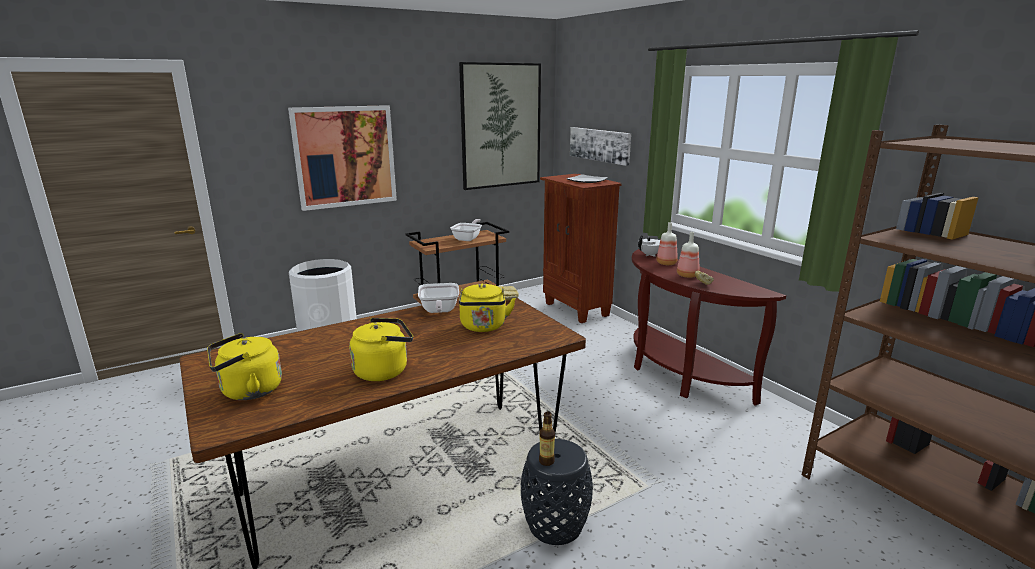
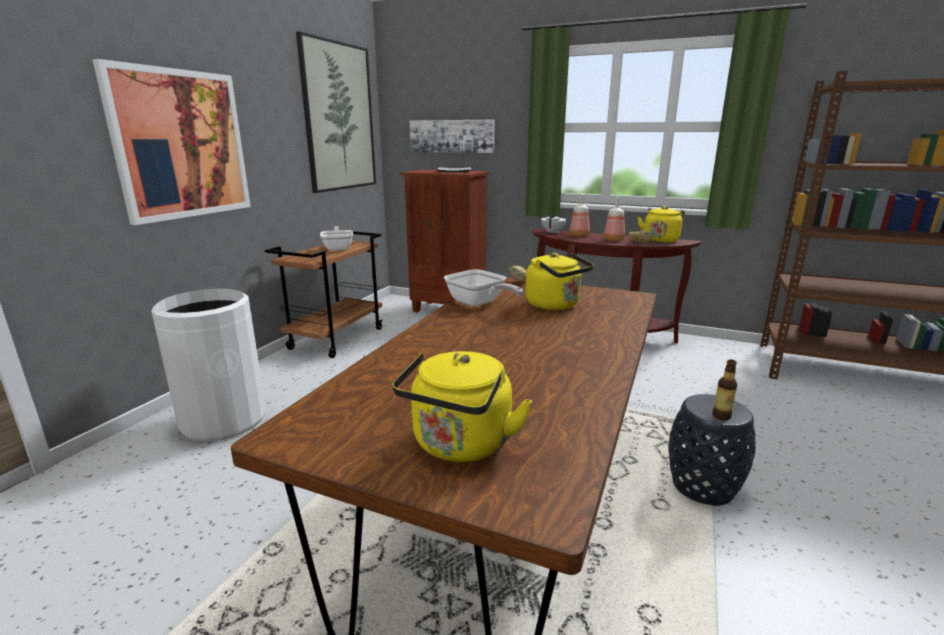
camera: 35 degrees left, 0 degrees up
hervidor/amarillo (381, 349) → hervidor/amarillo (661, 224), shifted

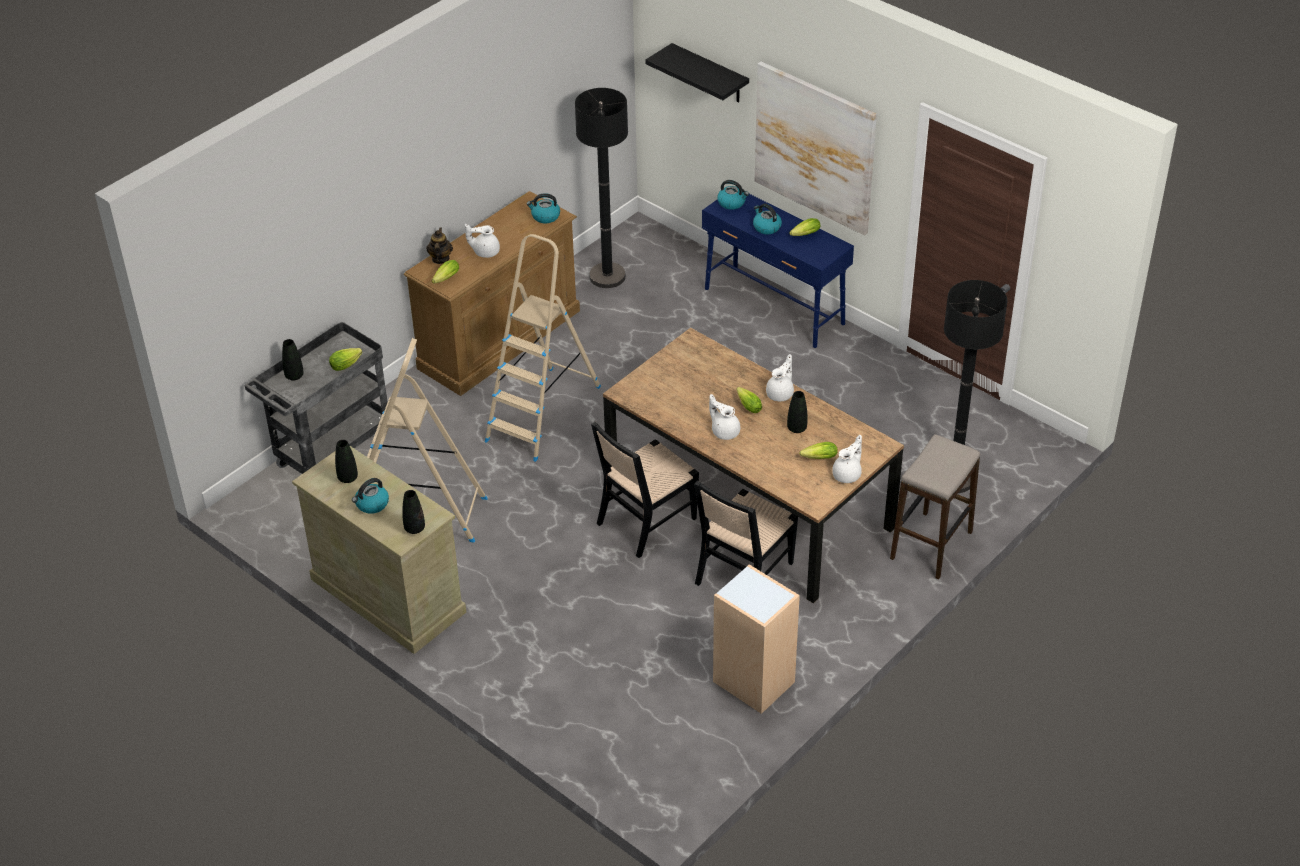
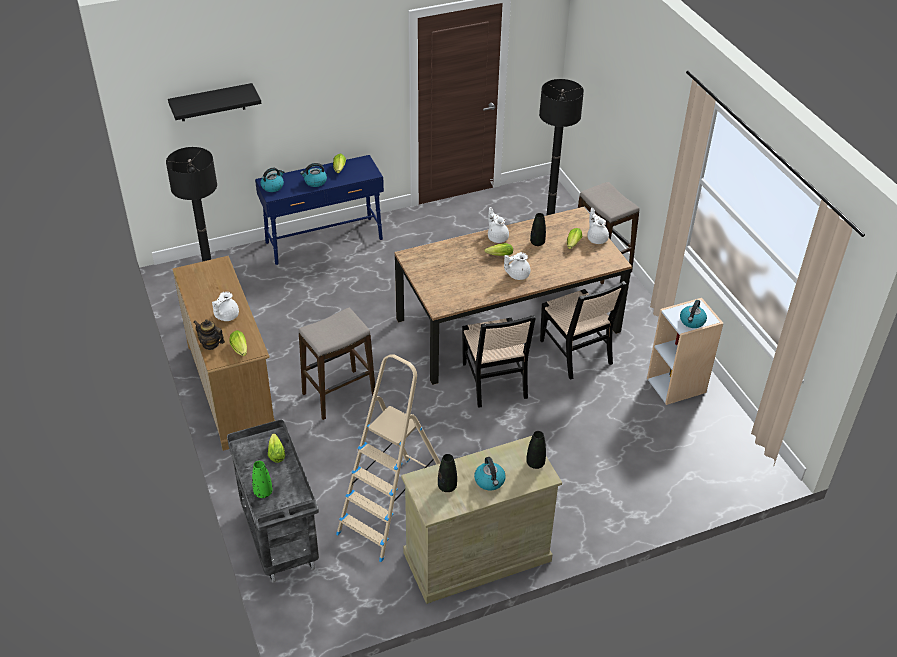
camera: 65 degrees left, 0 degrees up
florero/negro (293, 360) → florero/verde (262, 479)
escalera de tijera/beis (543, 348) → taburete (337, 364)
hervidor (543, 208) → hervidor (693, 314), shifted
cuadro (816, 149) → -

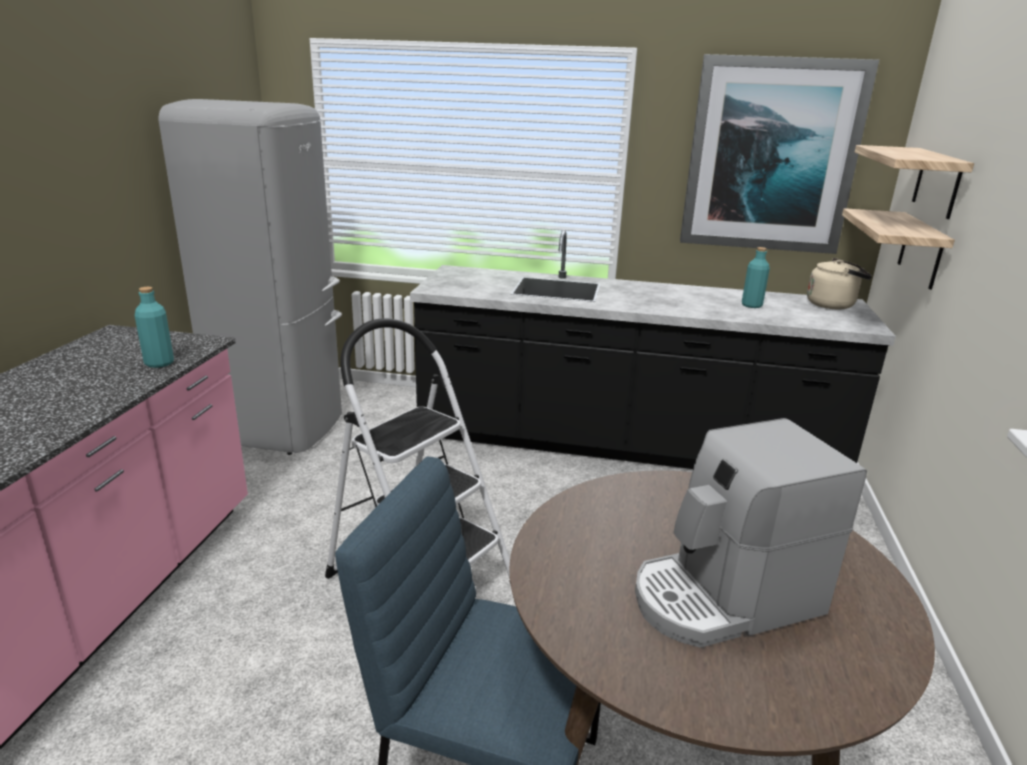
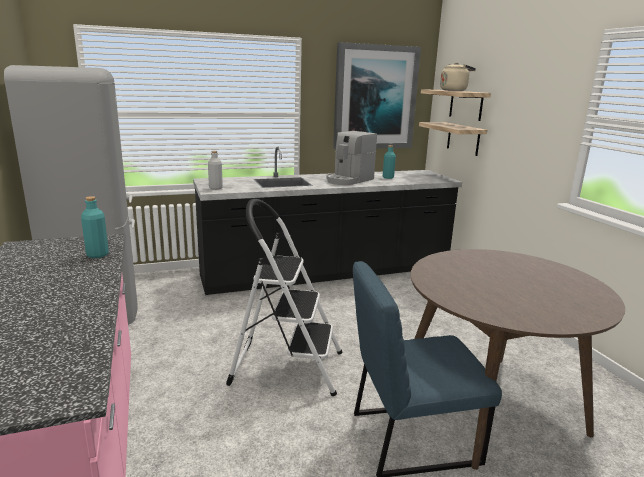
camera: 30 degrees left, 5 degrees down
- → botella/gris (215, 170)
cafetera (751, 533) → cafetera (351, 158), shifted
hervidor/beis (839, 284) → hervidor/beis (458, 76), shifted

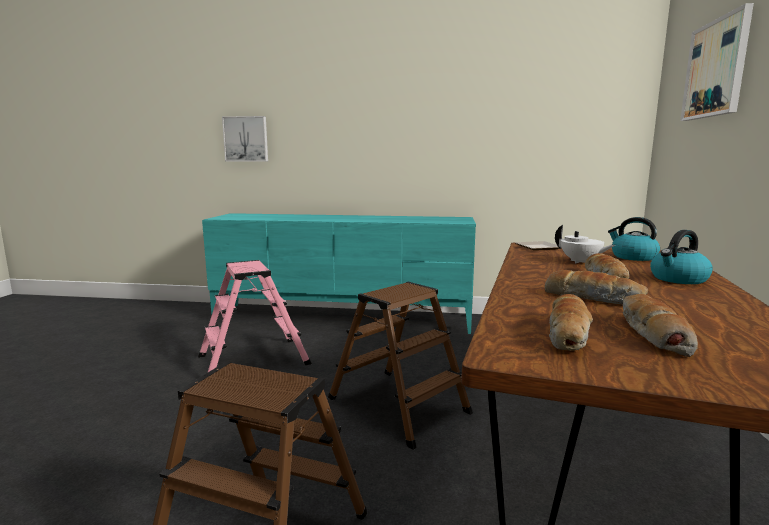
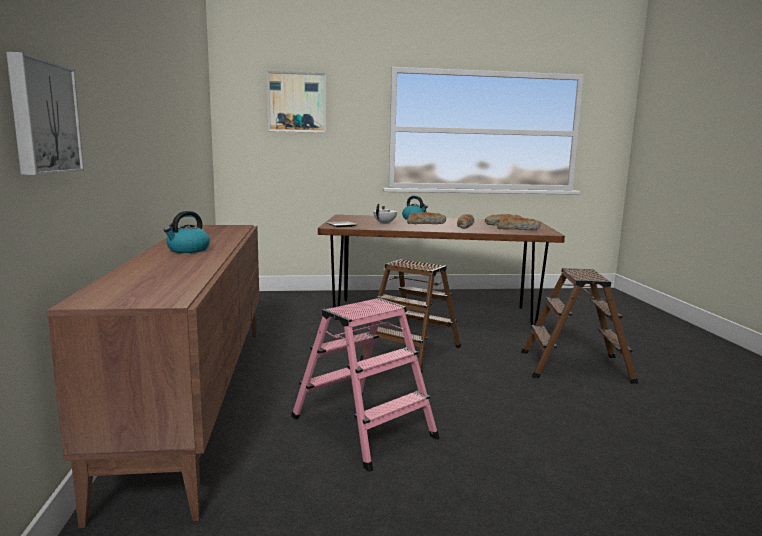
camera: 105 degrees left, 0 degrees up
armario/turquesa (339, 273) → armario/marrón (152, 376)
hervidor (634, 239) → hervidor (187, 232), shifted

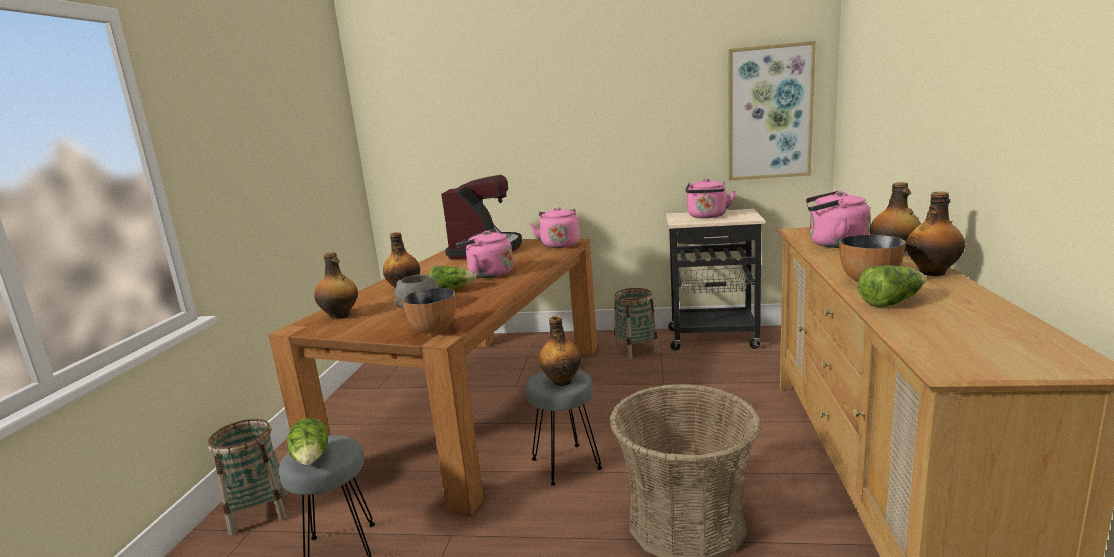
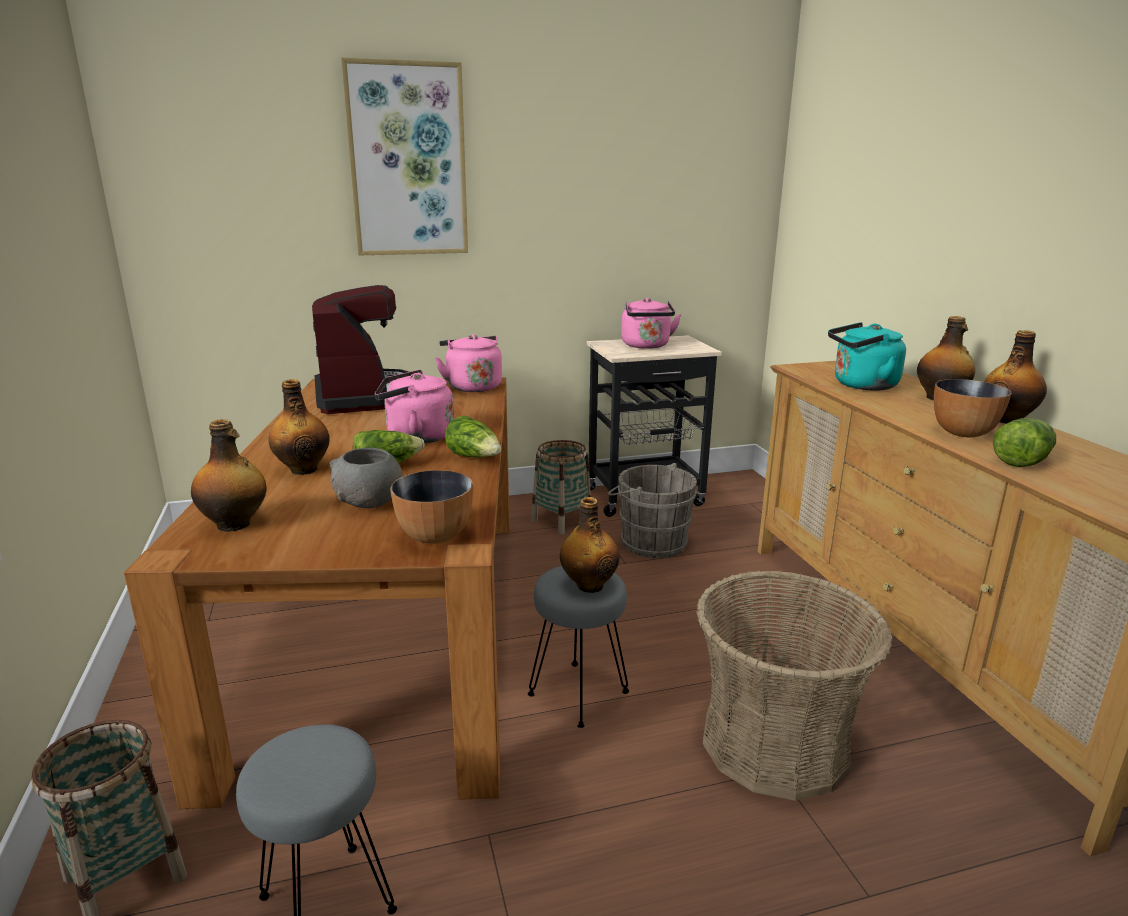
camera: 25 degrees left, 5 degrees up
cuadro (772, 110) → cuadro (404, 156), shifted
lechuga (307, 441) → lechuga (473, 437), shifted
- → cubo/gris (652, 510)
hervidor/rosa (838, 219) → hervidor/turquesa (867, 356)

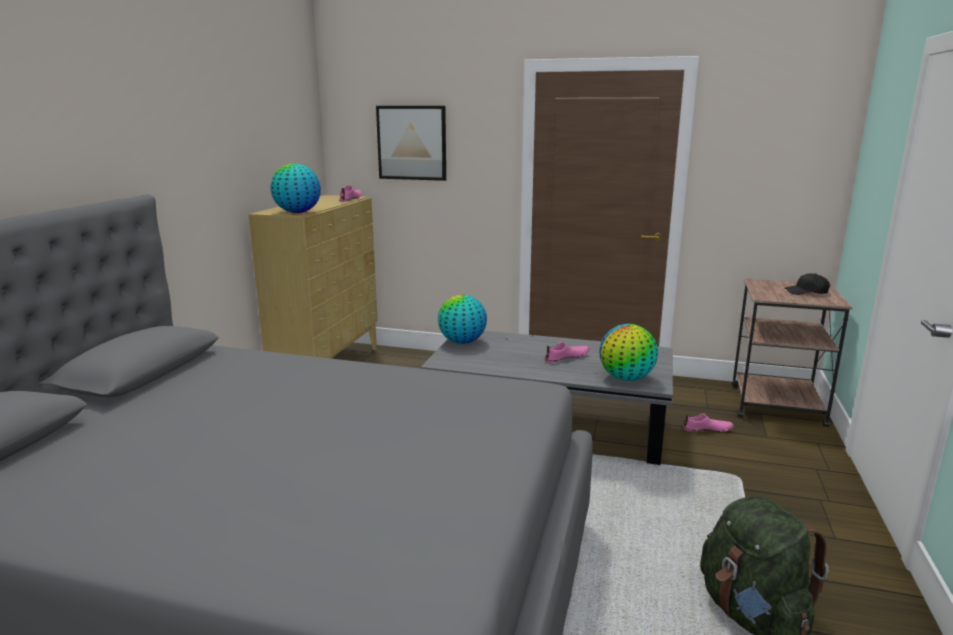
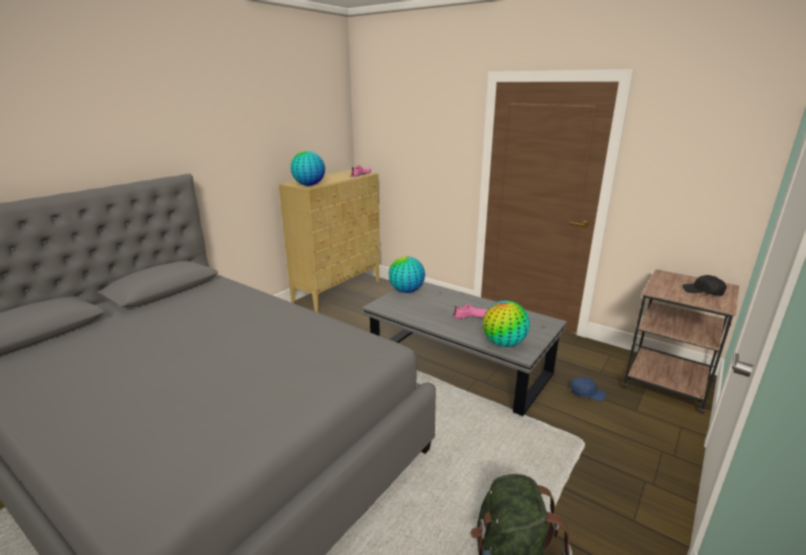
camera: 20 degrees right, 5 degrees up
zapato/rosa (708, 422) → gorra/azul (588, 389)
cuadro (411, 143) → -

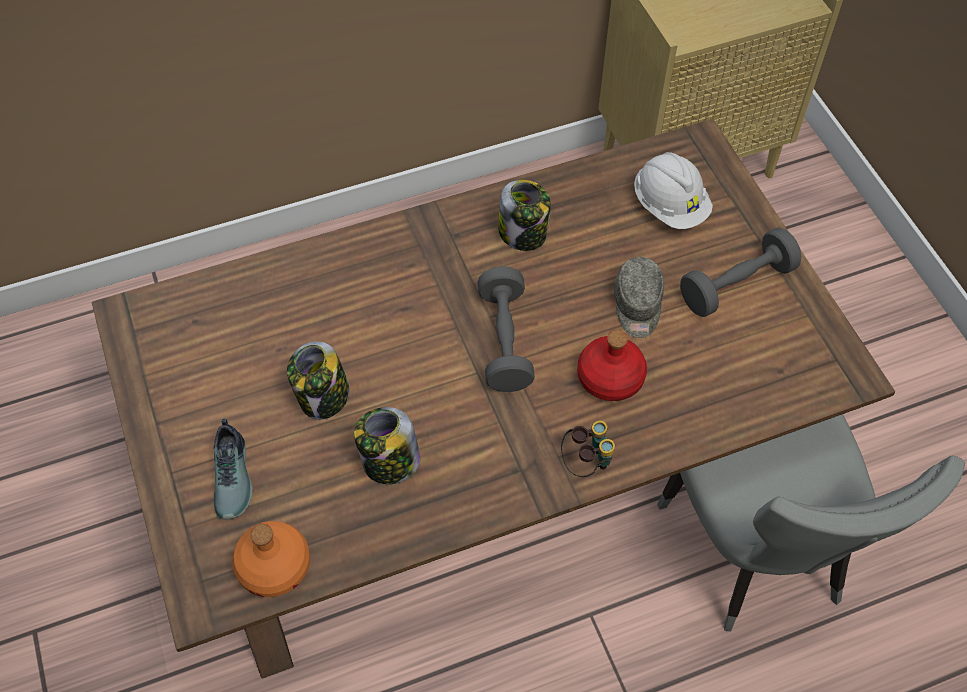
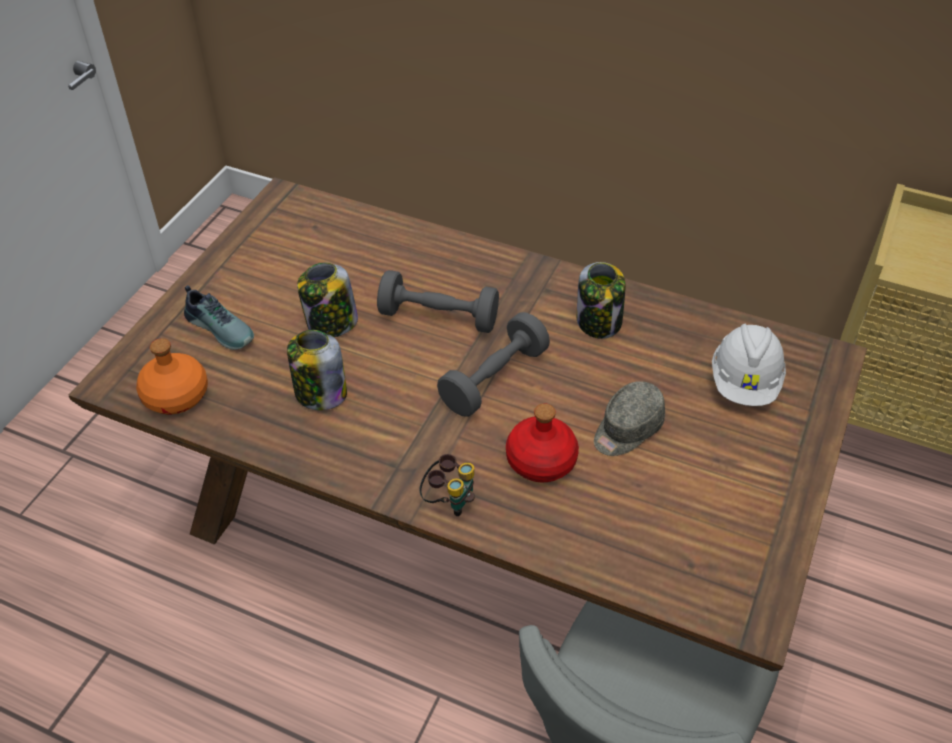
camera: 45 degrees right, 10 degrees down
zapato (233, 469) → zapato (219, 317), 90 degrees counterclockwise
mancuerna/gris (740, 272) → mancuerna/gris (438, 301), shifted

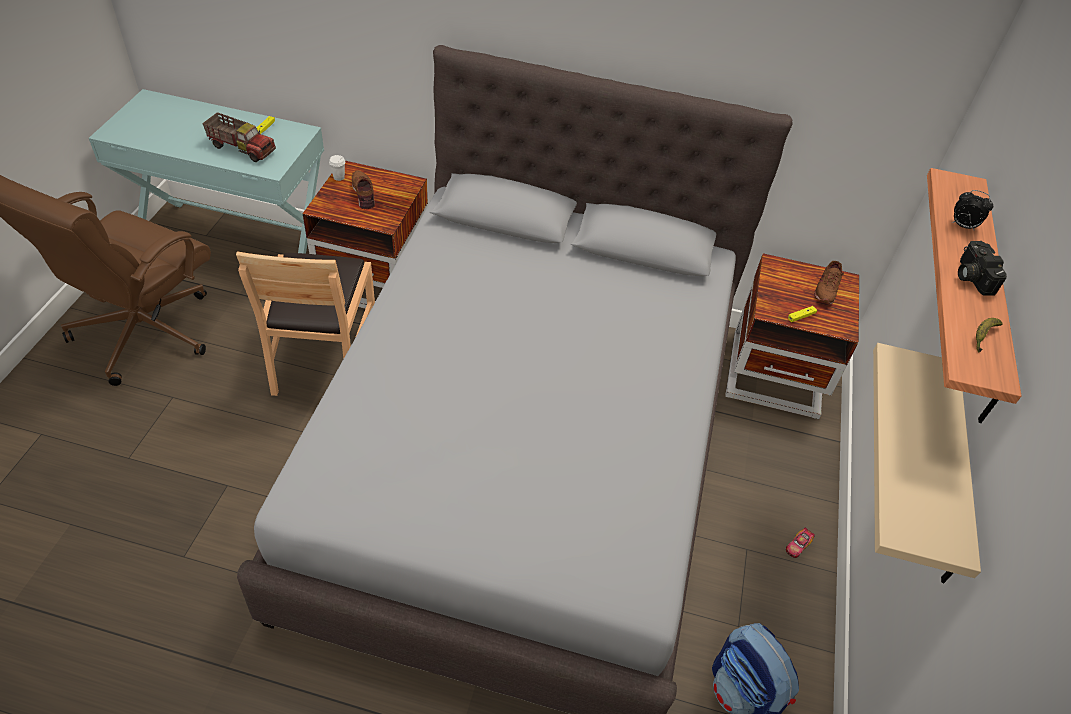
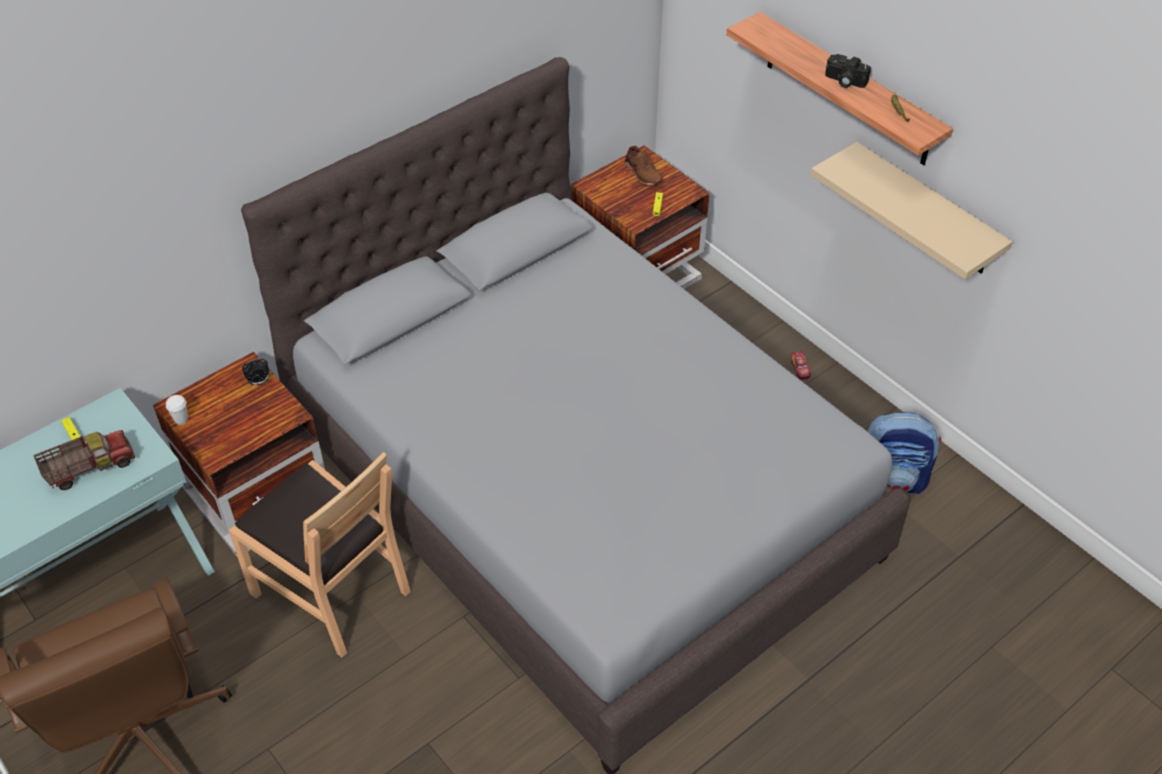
camera: 50 degrees left, 0 degrees up
despertador (972, 210) → despertador (255, 372), shifted
zapato/marrón (363, 189) → -

